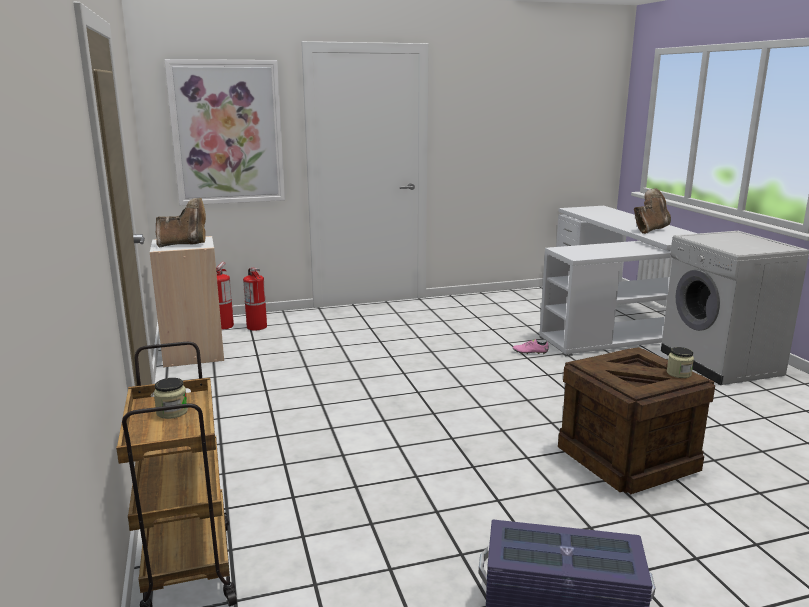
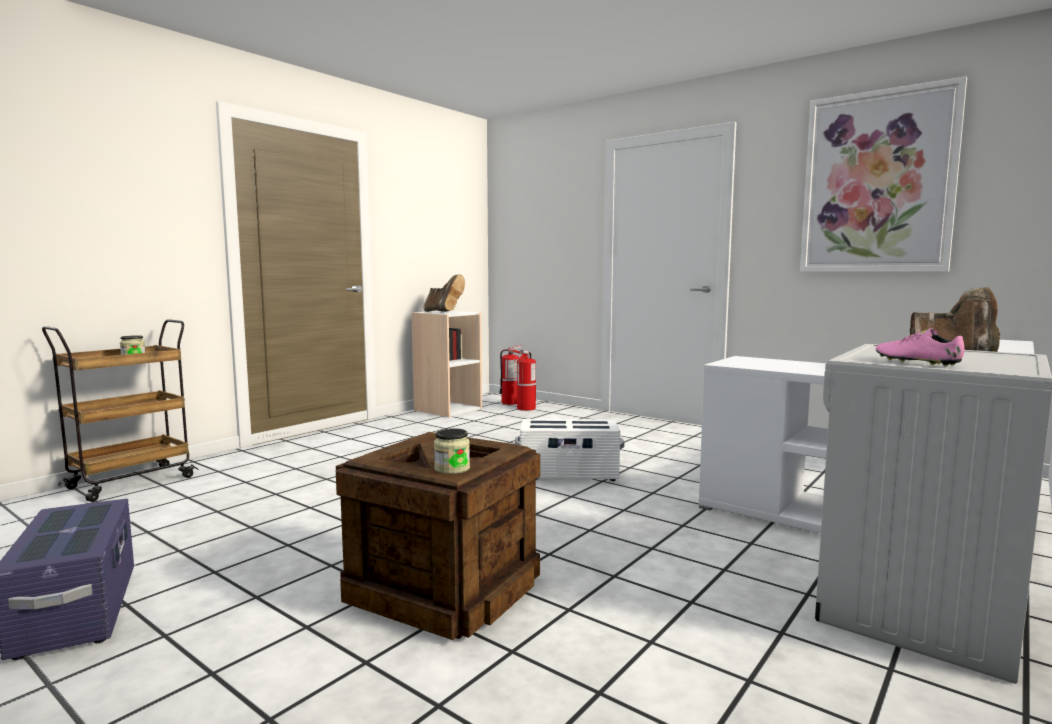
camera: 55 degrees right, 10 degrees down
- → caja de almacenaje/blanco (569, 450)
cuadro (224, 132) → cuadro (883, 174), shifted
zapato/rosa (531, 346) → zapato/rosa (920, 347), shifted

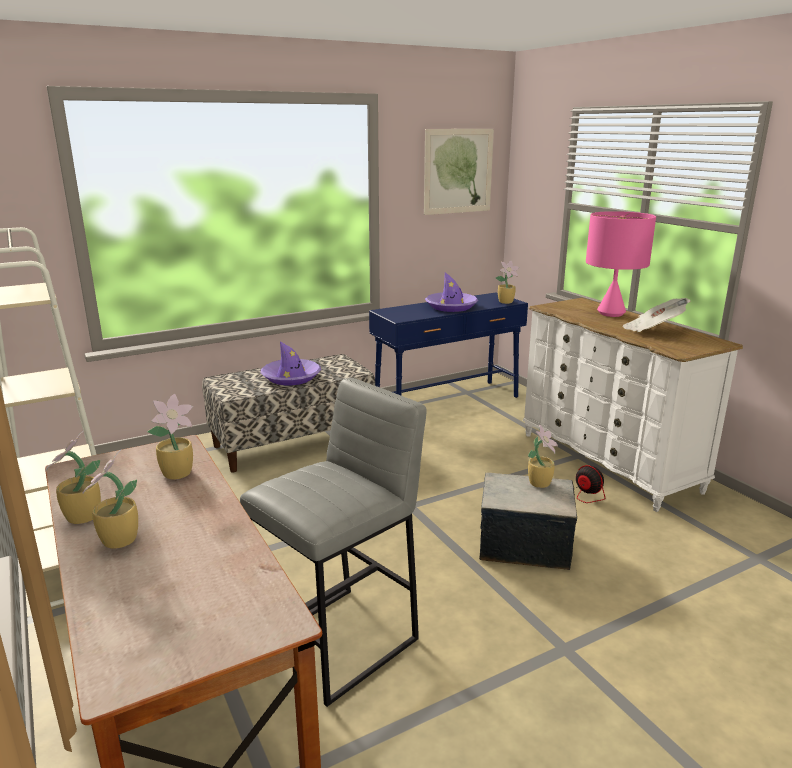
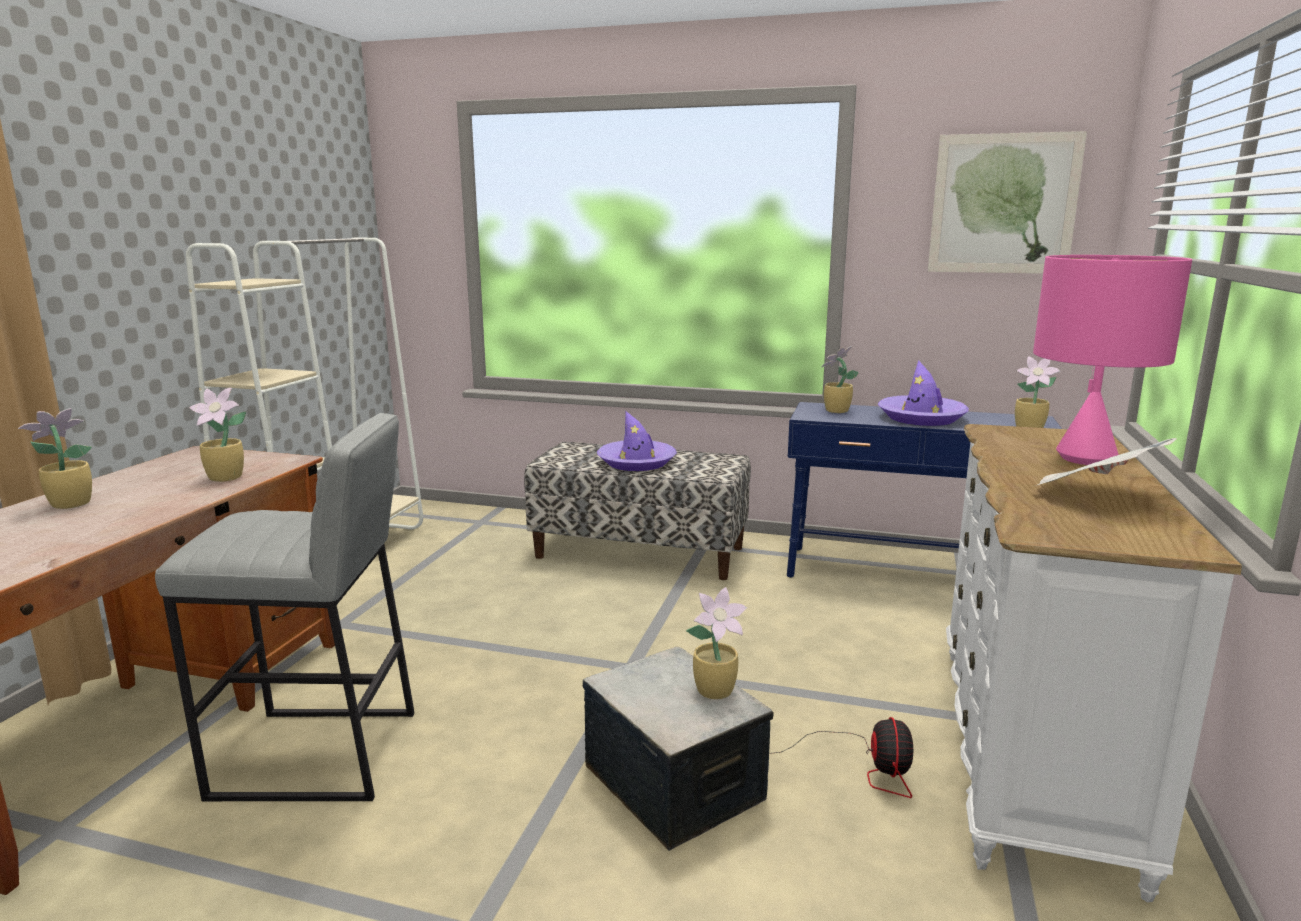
camera: 45 degrees right, 5 degrees down
planta en maceta (73, 477) → planta en maceta (840, 379), shifted

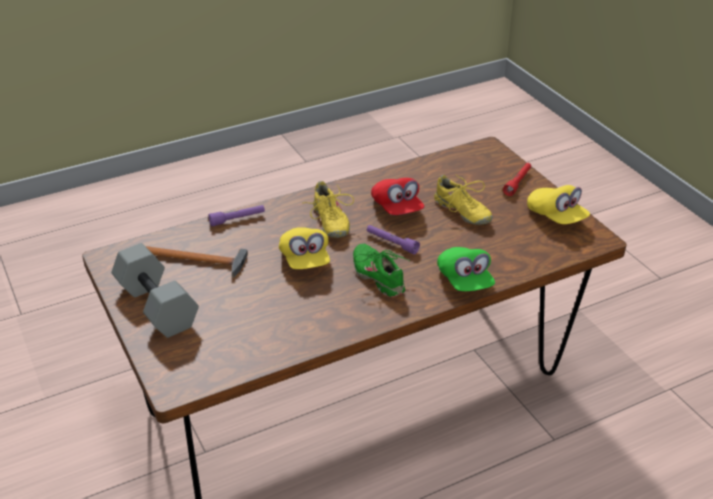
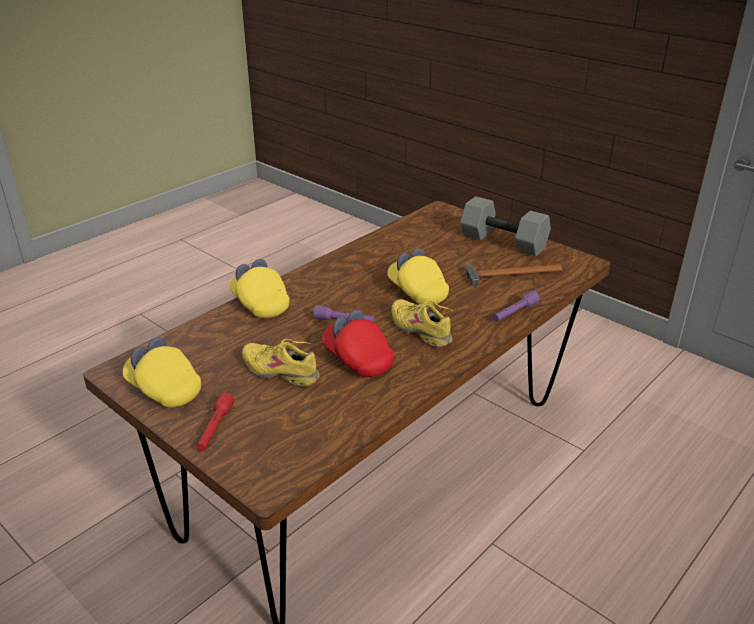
camera: 160 degrees right, 5 degrees down
gorra/verde (466, 269) → gorra/amarillo (260, 288)
zapato/verde (381, 270) → -

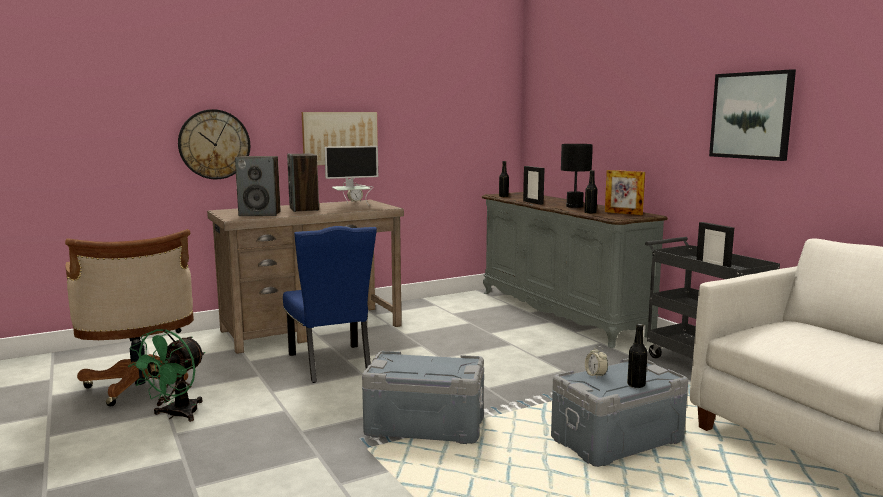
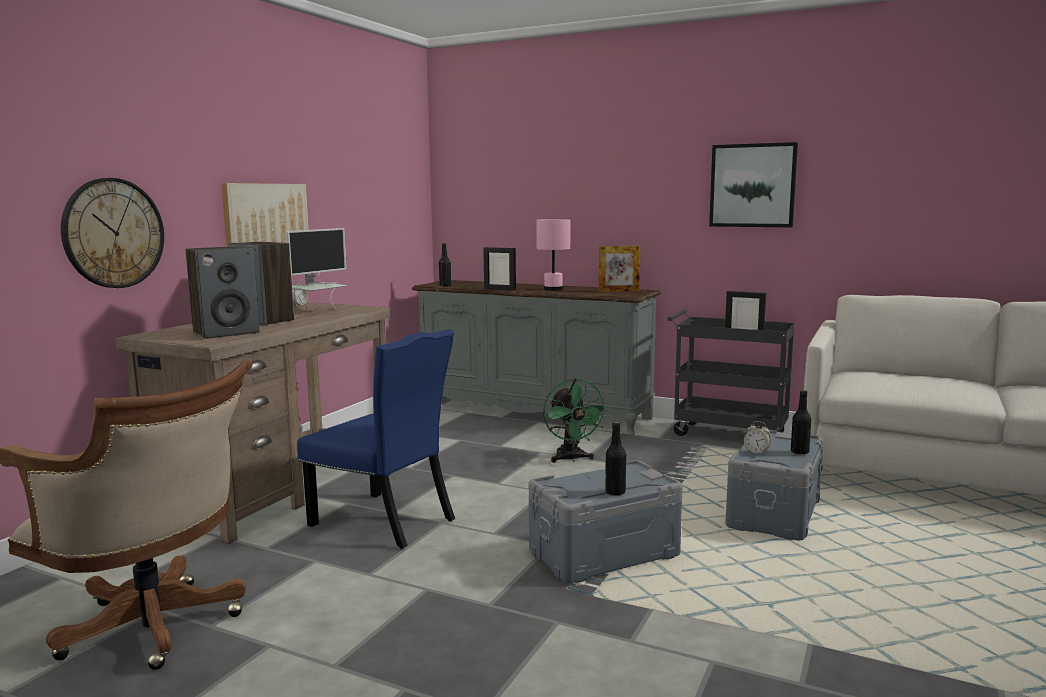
camera: 35 degrees left, 0 degrees up
lámpara de mesa/negro (577, 176) → lámpara de mesa/rosa (553, 255)
ventilador/verde (166, 375) → ventilador/verde (575, 420), shifted
botella/negro (591, 192) → botella/negro (615, 459), shifted

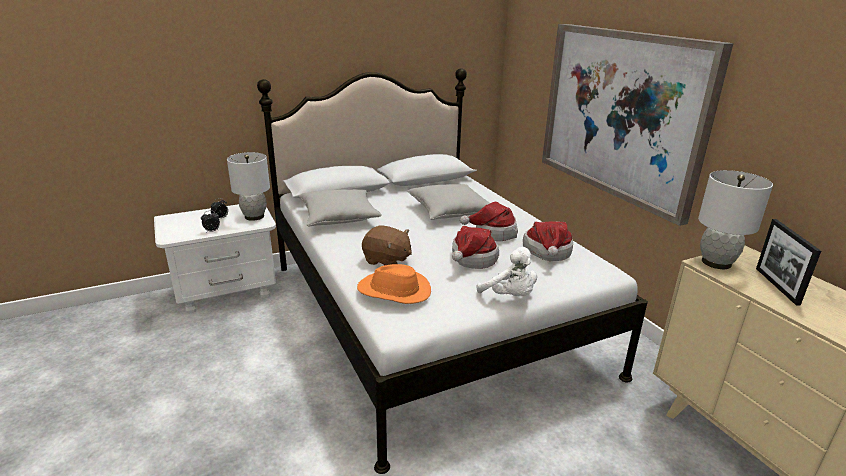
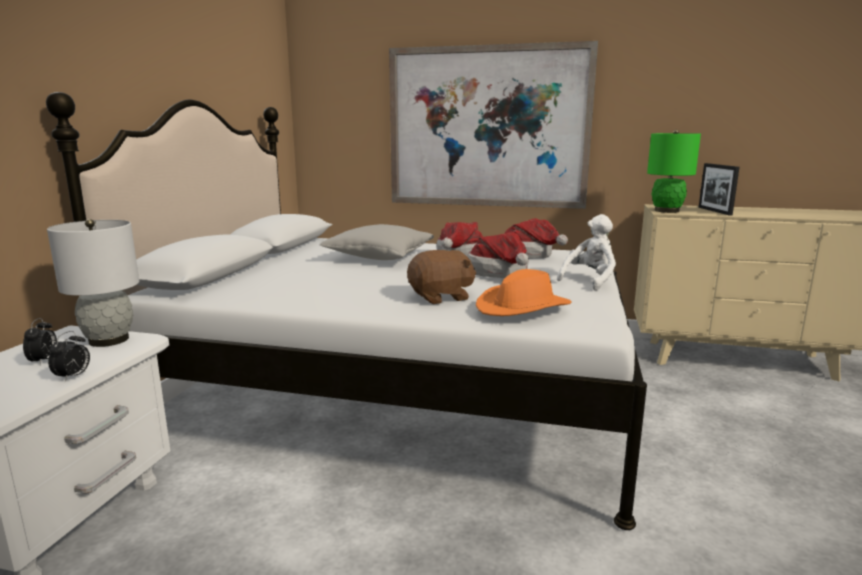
camera: 50 degrees left, 10 degrees down
peluche/blanco (507, 271) → peluche/blanco (586, 252), 45 degrees counterclockwise
lámpara de mesa/blanco (735, 219) → lámpara de mesa/verde (674, 171)
portarretratos (788, 262) → portarretratos (719, 189), 45 degrees clockwise
cojín/gris (340, 207) → -

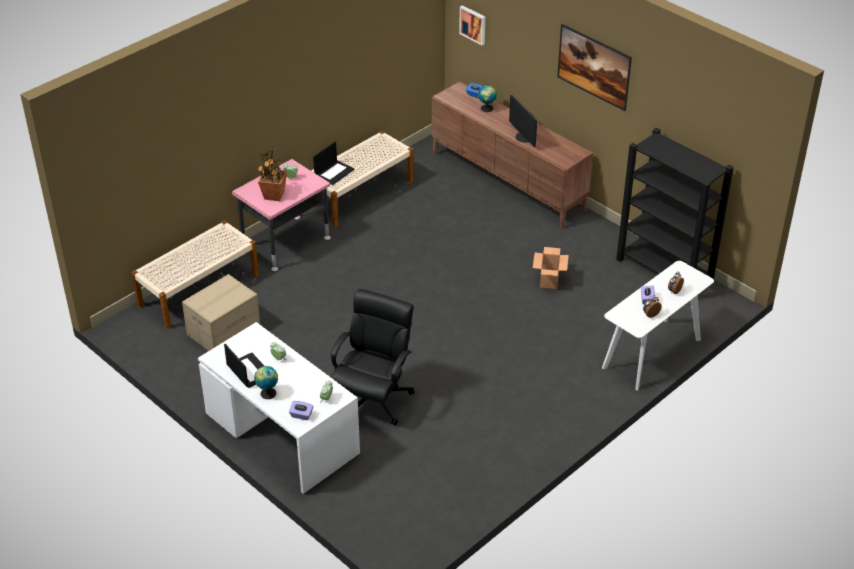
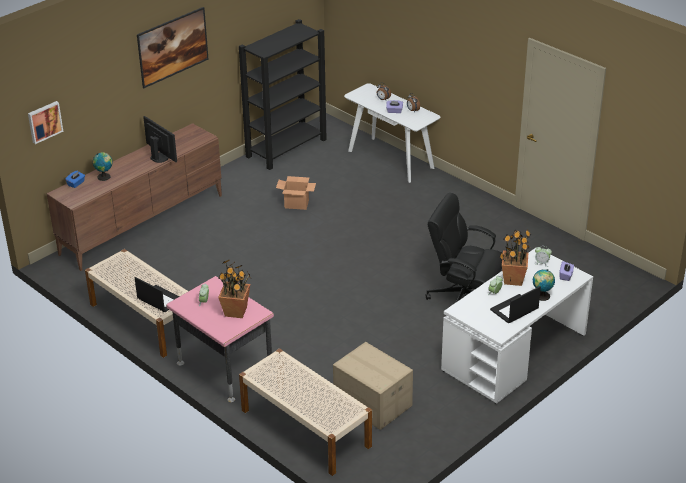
camera: 90 degrees left, 5 degrees down
monitor (523, 121) → monitor (160, 139), 105 degrees counterclockwise
- → planta en maceta (515, 257)

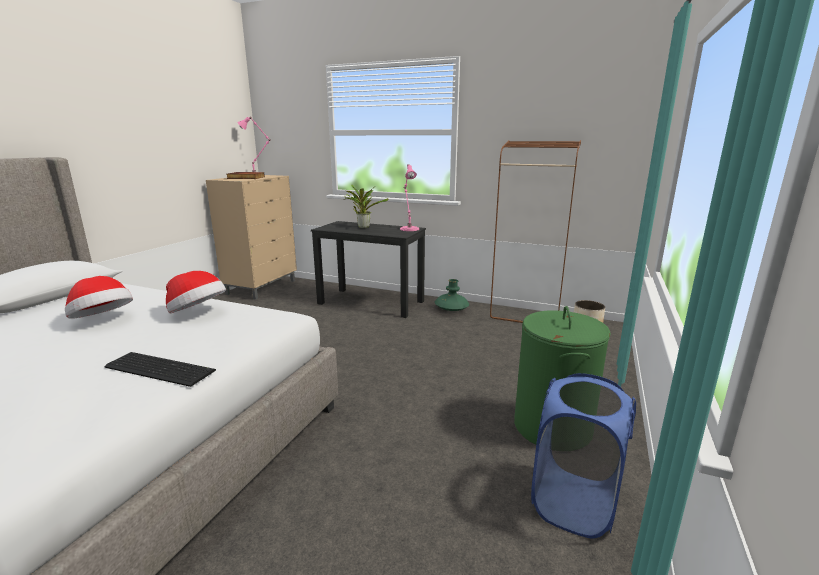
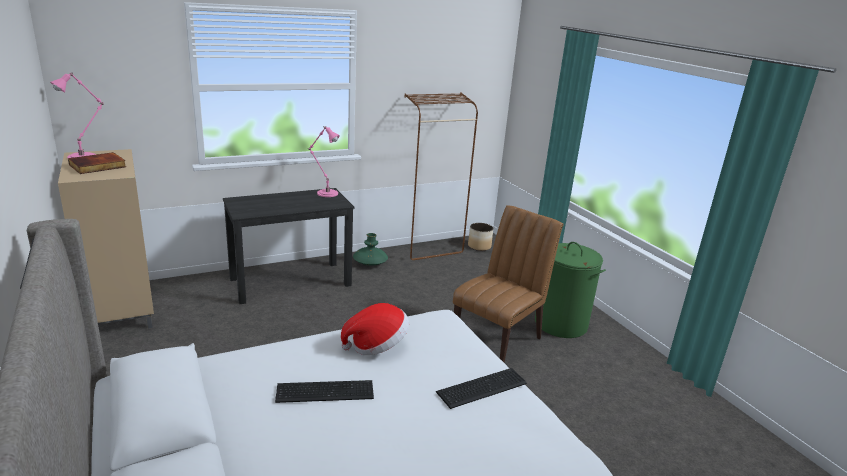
camera: 50 degrees left, 5 degrees up
sombrero (99, 297) → teclado (324, 391)
- → silla/marrón (508, 284)
planta en maceta (366, 206) → -
cesto de la ropa/azul (583, 456) → -

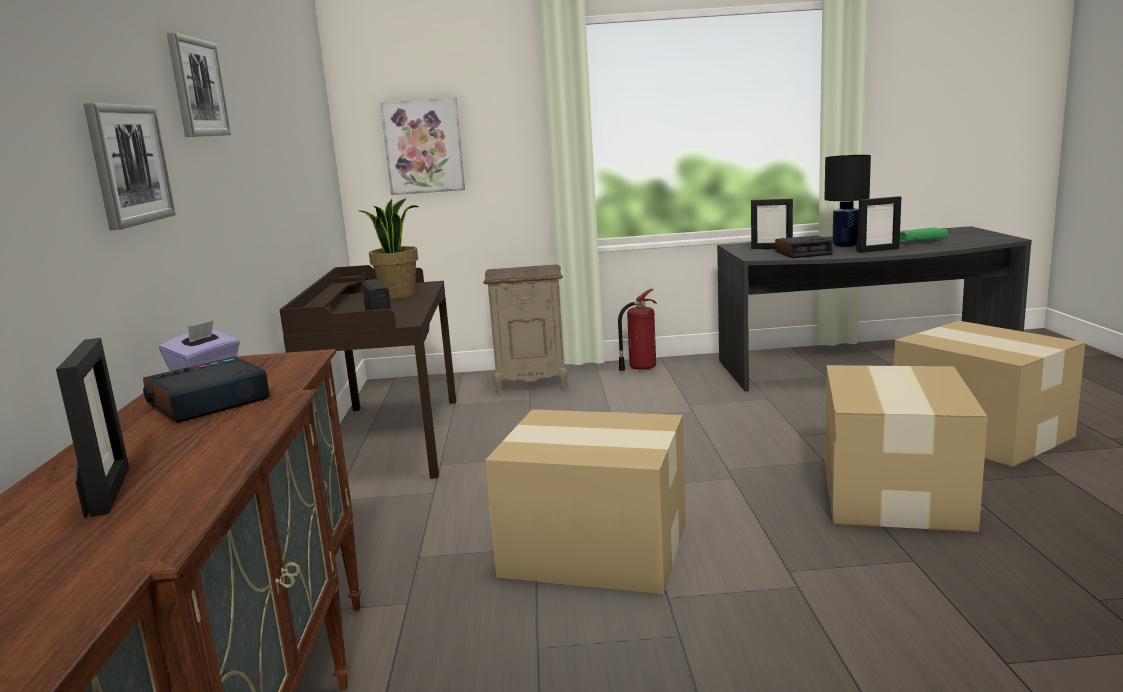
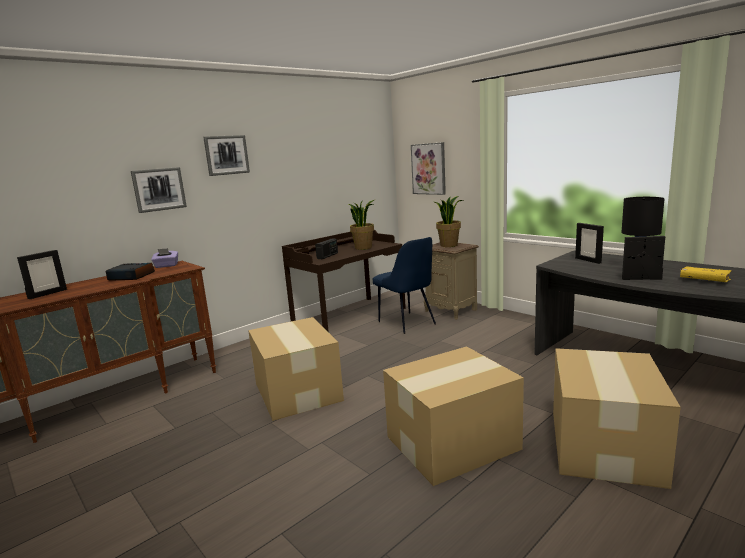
camera: 50 degrees right, 0 degrees up
- → silla/azul (404, 285)
- → planta en maceta (448, 221)
portarretratos (878, 224) → portarretratos (643, 258), 150 degrees clockwise
libro/verde (924, 234) → libro/amarillo (706, 274)
extintor (637, 330) → -
despertador (804, 246) → -

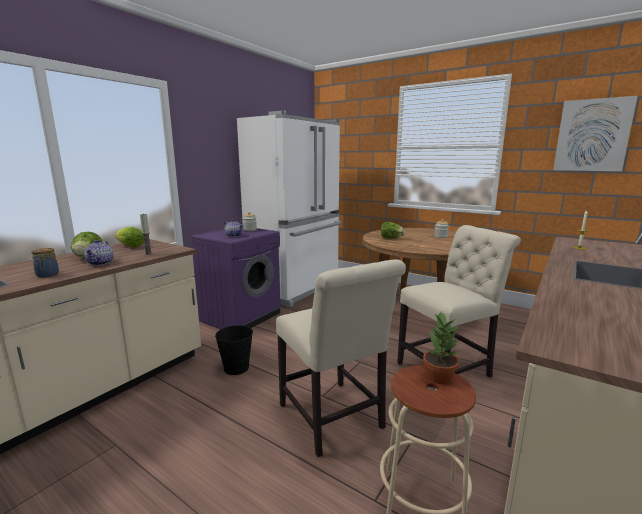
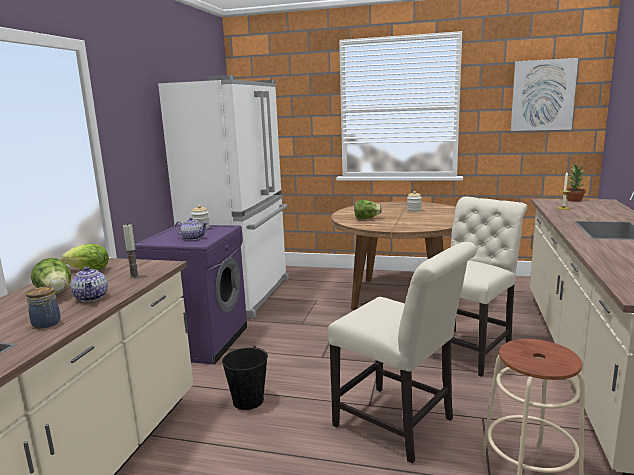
camera: 20 degrees left, 0 degrees up
planta en maceta (441, 347) → planta en maceta (576, 183), shifted

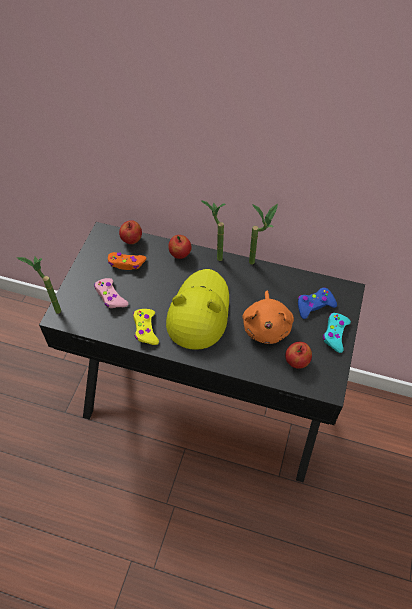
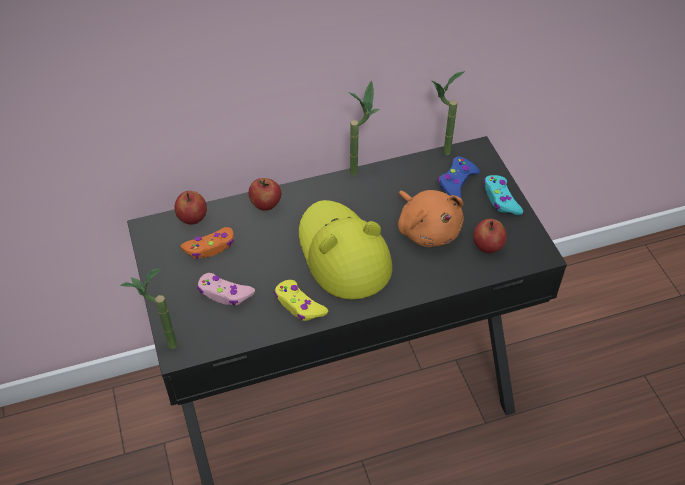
camera: 35 degrees left, 5 degrees down
planta en maceta (213, 230) → planta en maceta (448, 113), shifted

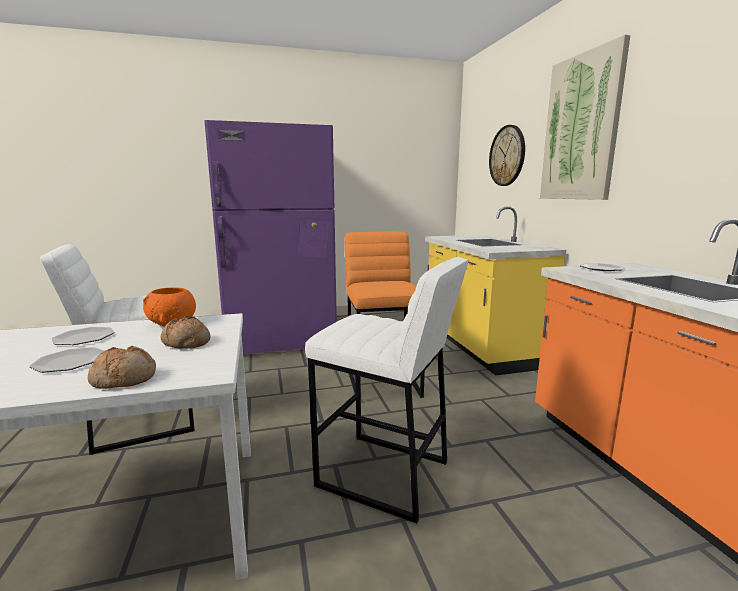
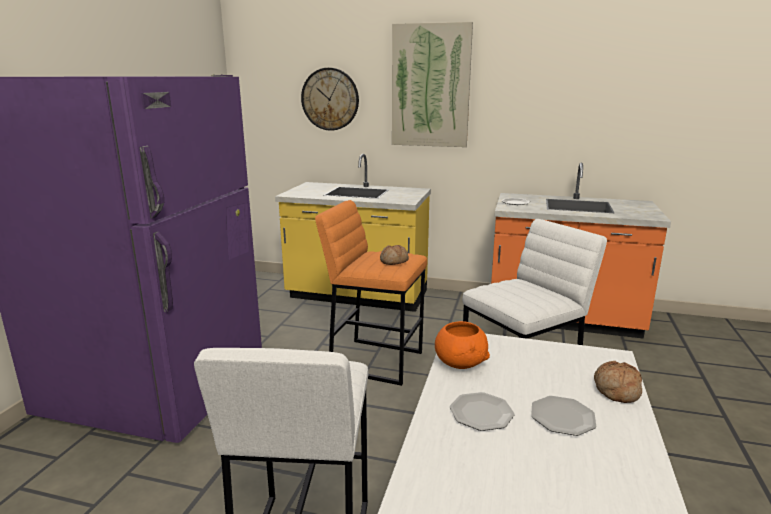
camera: 60 degrees left, 5 degrees up
pan (185, 332) → pan (394, 255), shifted

